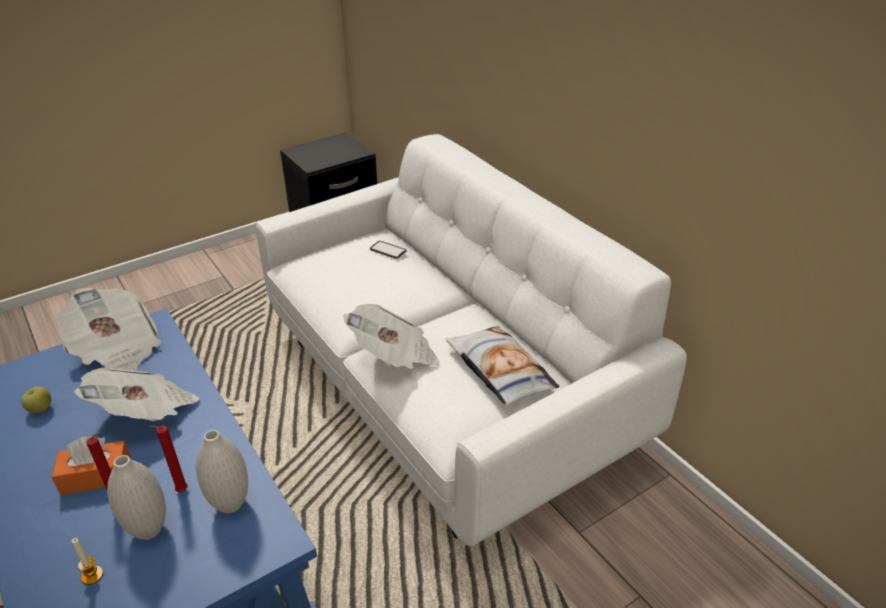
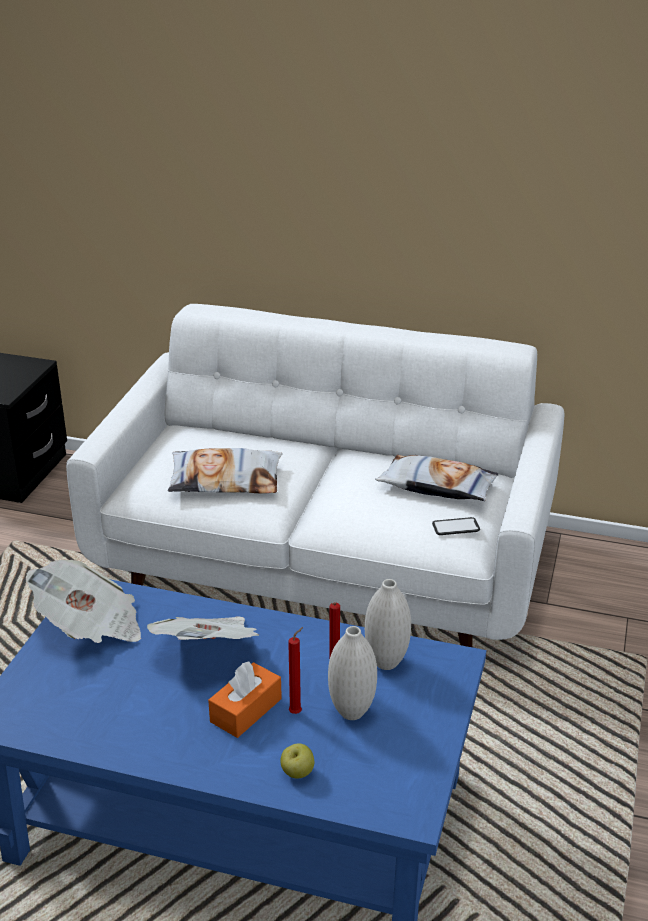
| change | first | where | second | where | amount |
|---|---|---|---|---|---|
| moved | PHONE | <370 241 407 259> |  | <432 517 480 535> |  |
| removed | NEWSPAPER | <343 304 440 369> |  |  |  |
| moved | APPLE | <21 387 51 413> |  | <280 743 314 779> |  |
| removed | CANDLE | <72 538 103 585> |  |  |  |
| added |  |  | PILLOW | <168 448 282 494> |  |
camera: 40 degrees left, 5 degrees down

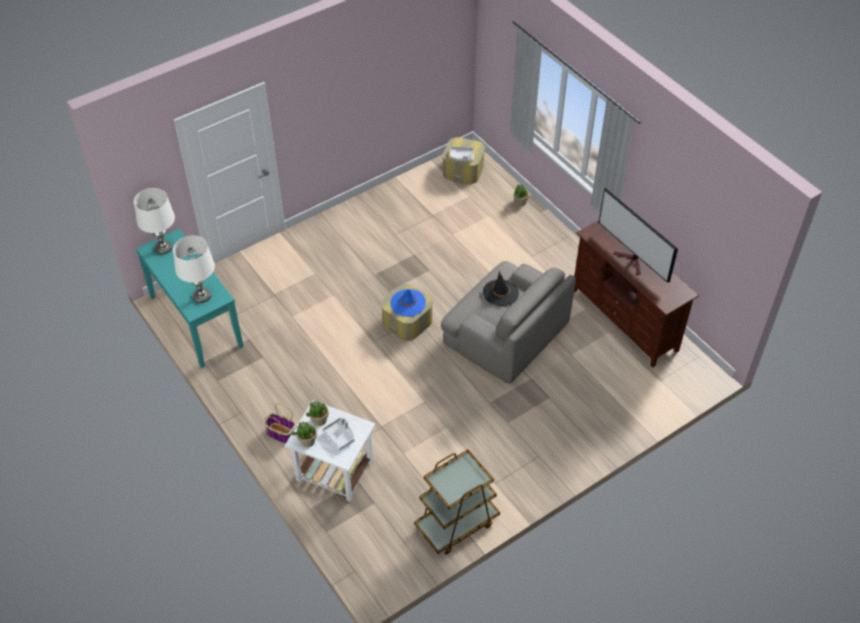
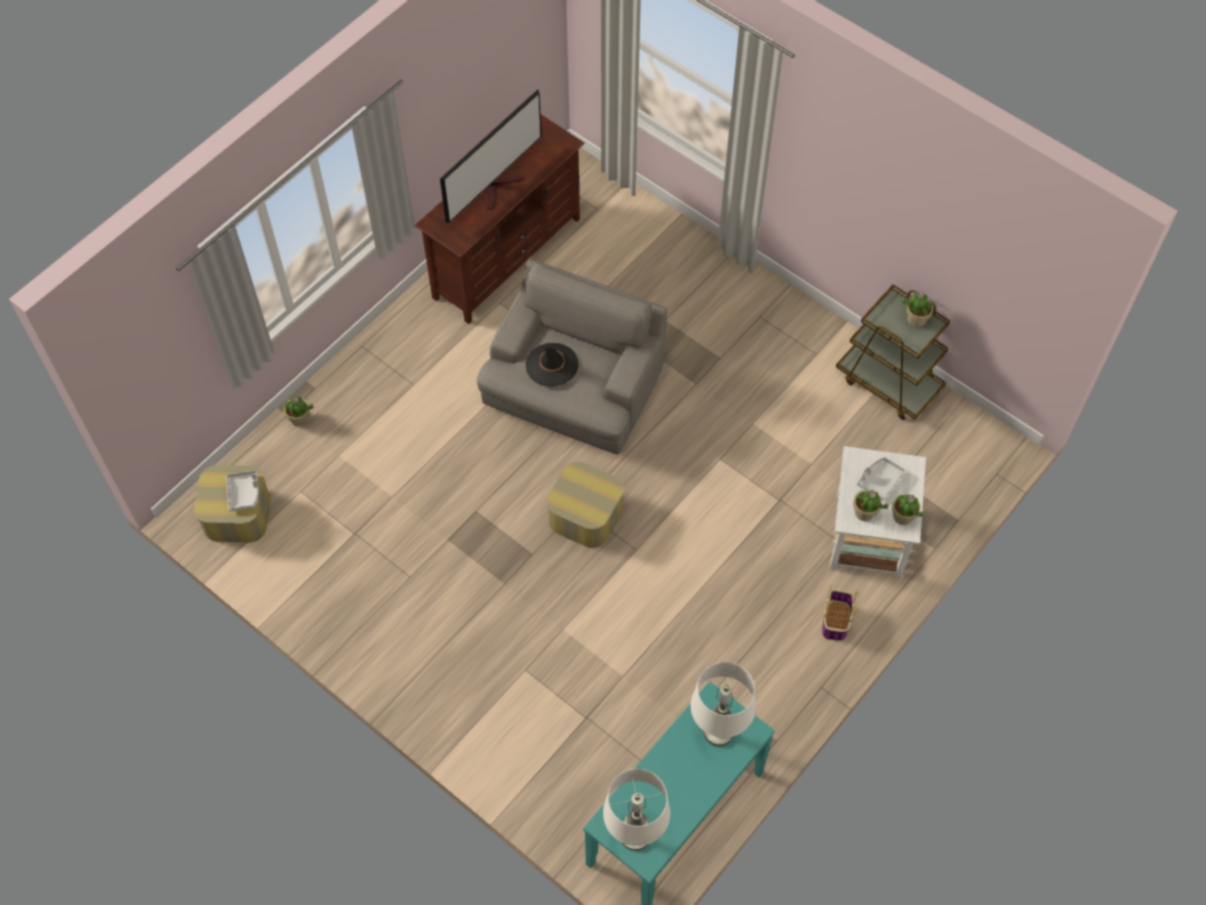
| change | first | where | second | where | amount |
|---|---|---|---|---|---|
| removed | BLUE HAT | <390 289 426 317> |  |  |  |
| added |  |  | POTTED PLANT | <902 291 933 327> |  |
camera: 105 degrees left, 10 degrees up

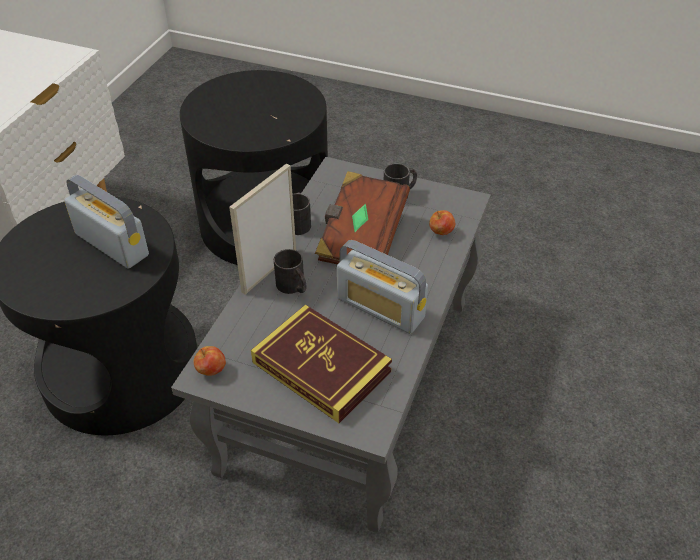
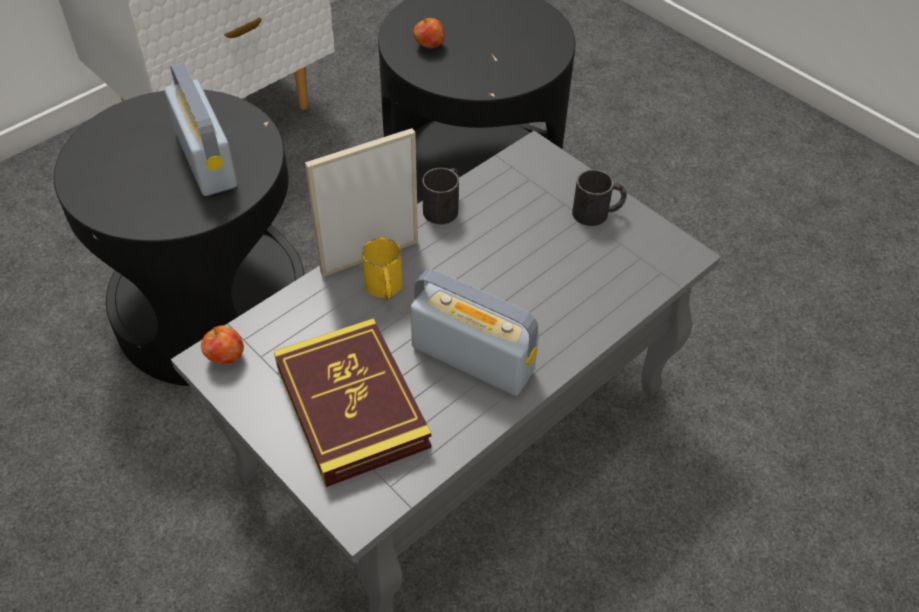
| change | first | where | second | where | amount |
|---|---|---|---|---|---|
| removed | BROWN BOOK | <315 171 410 265> |  |  |  |
| moved | APPLE | <429 210 455 235> |  | <413 17 445 48> |  |
| turned | RADIO | <337 240 428 334> |  | <411 269 539 396> | 150 degrees clockwise |
| recoloured | BLACK MUG | <274 249 307 294> | YELLOW MUG | <362 238 403 301> |  |
camera: 25 degrees right, 5 degrees up

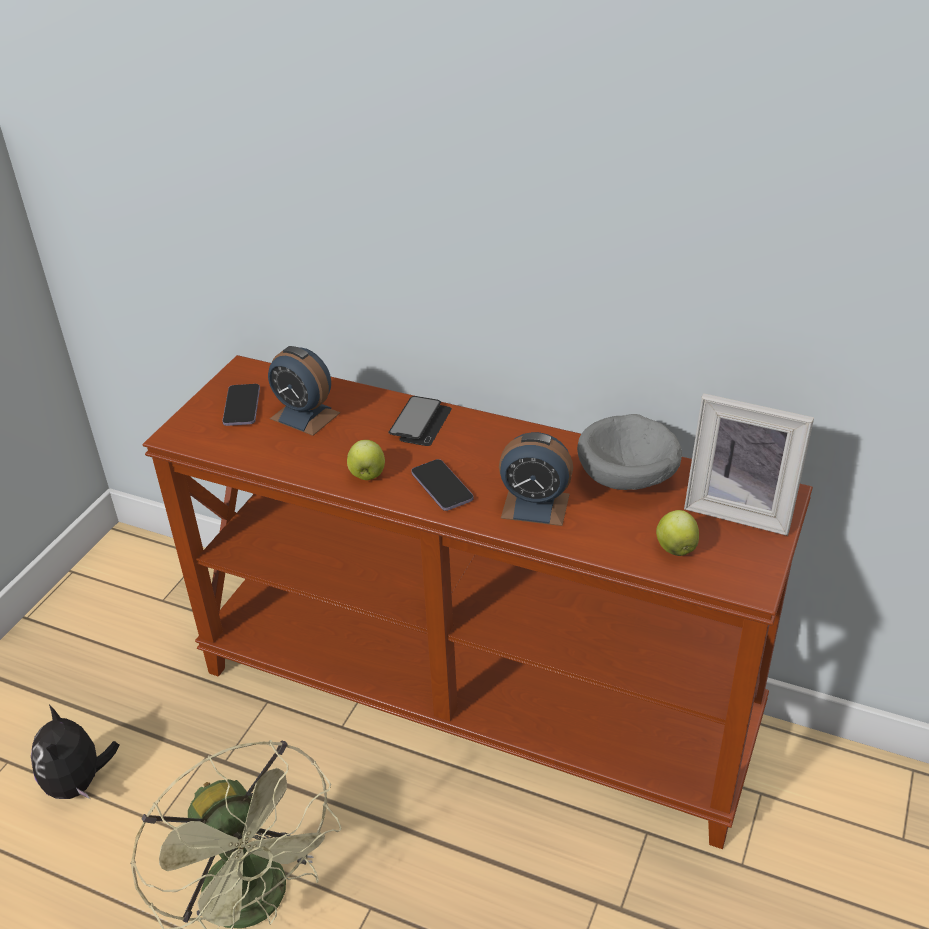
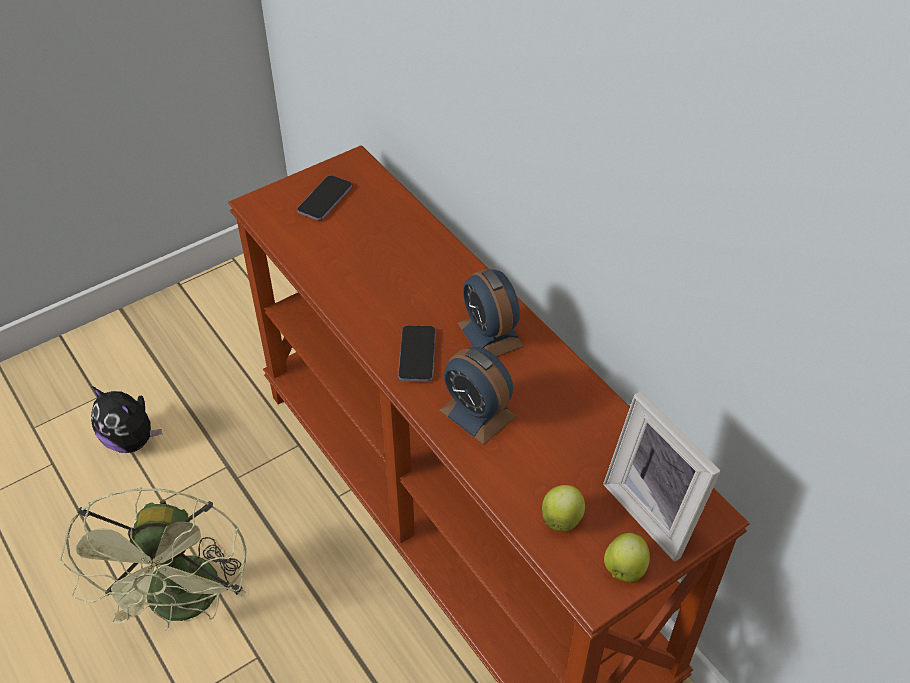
| change | first | where | second | where | amount |
|---|---|---|---|---|---|
| moved | ALARM CLOCK | <268 346 340 436> |  | <457 269 524 357> |  |
| removed | PHONE | <389 396 452 446> |  |  |  |
| removed | GREY BOWL | <577 414 682 490> |  |  |  |
| moved | APPLE | <347 440 385 480> |  | <604 533 650 582> |  |
| turned | PLUSH TOY | <31 705 119 799> |  | <91 386 162 453> | 75 degrees counterclockwise |
camera: 30 degrees right, 10 degrees up

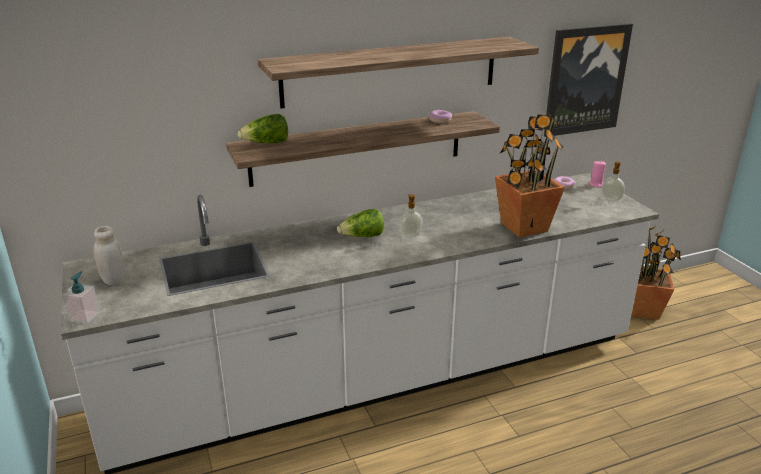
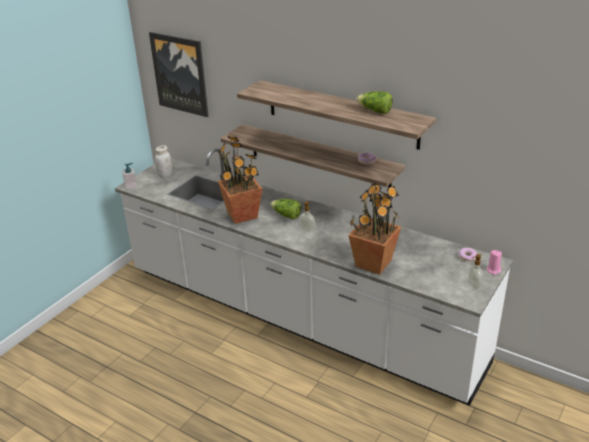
| change | first | where | second | where | amount |
|---|---|---|---|---|---|
| moved | PICTURE | <544 24 633 137> |  | <149 32 209 117> |  |
| moved | LETTUCE | <238 114 288 143> |  | <356 91 392 114> |  |
| moved | POTTED PLANT | <631 226 681 320> |  | <218 136 262 224> |  |
camera: 55 degrees right, 5 degrees up

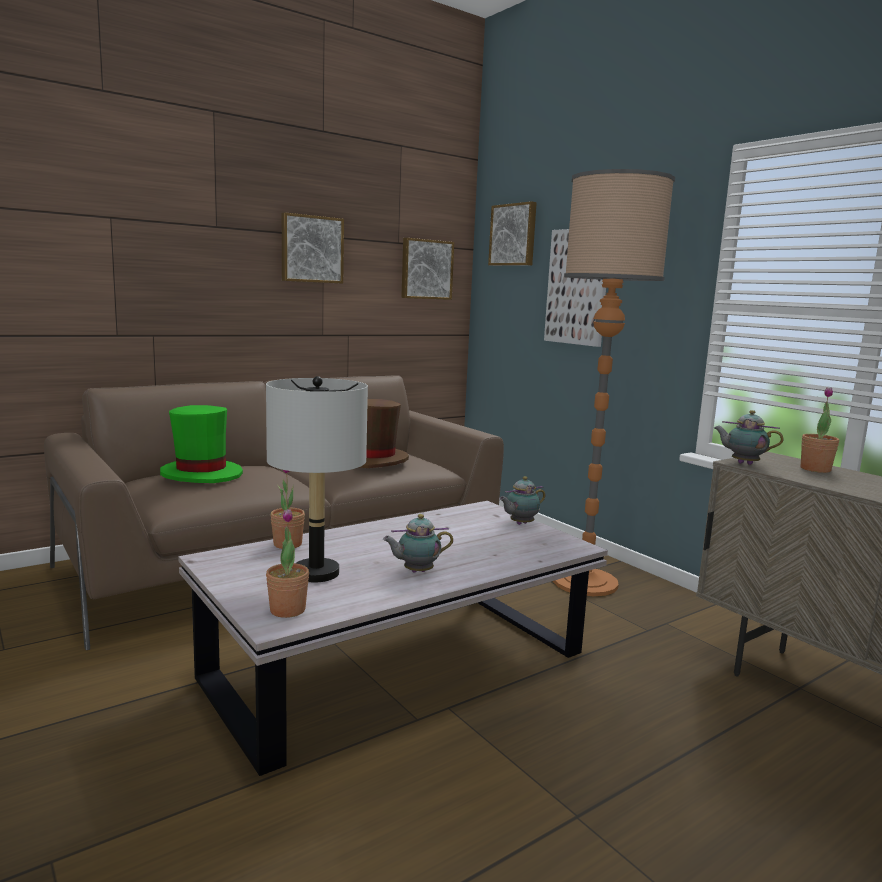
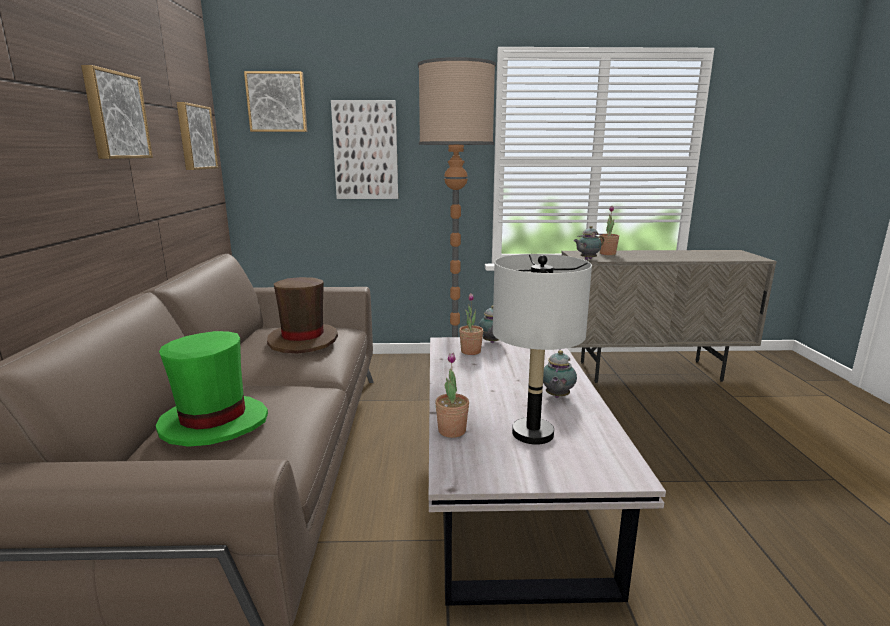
| change | first | where | second | where | amount |
|---|---|---|---|---|---|
| moved | POTTED PLANT | <266 509 309 618> |  | <459 293 483 355> |  |
camera: 55 degrees left, 5 degrees up

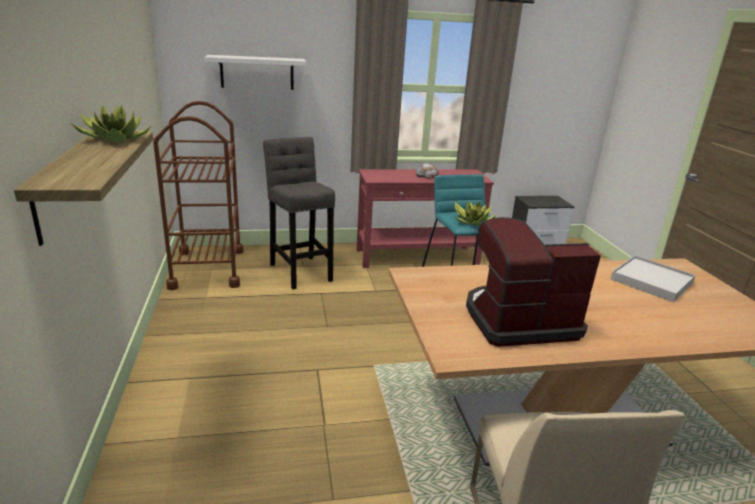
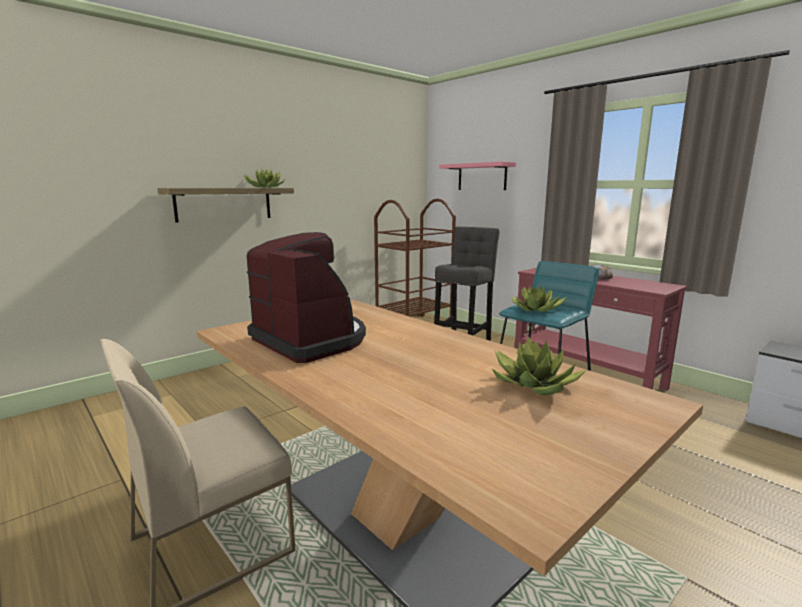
| change | first | where | second | where | amount |
|---|---|---|---|---|---|
| recoloured | WHITE SHELF | <204 55 306 90> | PINK SHELF | <439 161 516 190> |  |
| replaced | WHITE TRAY | <611 255 695 302> | POTTED PLANT | <491 337 586 396> |  |
camera: 60 degrees right, 10 degrees down

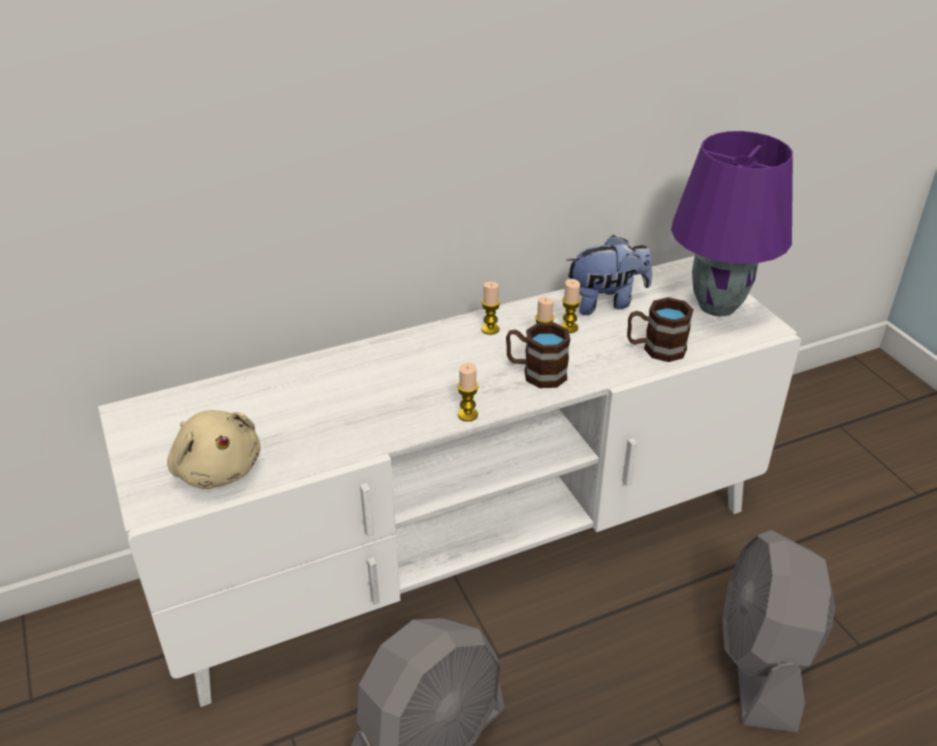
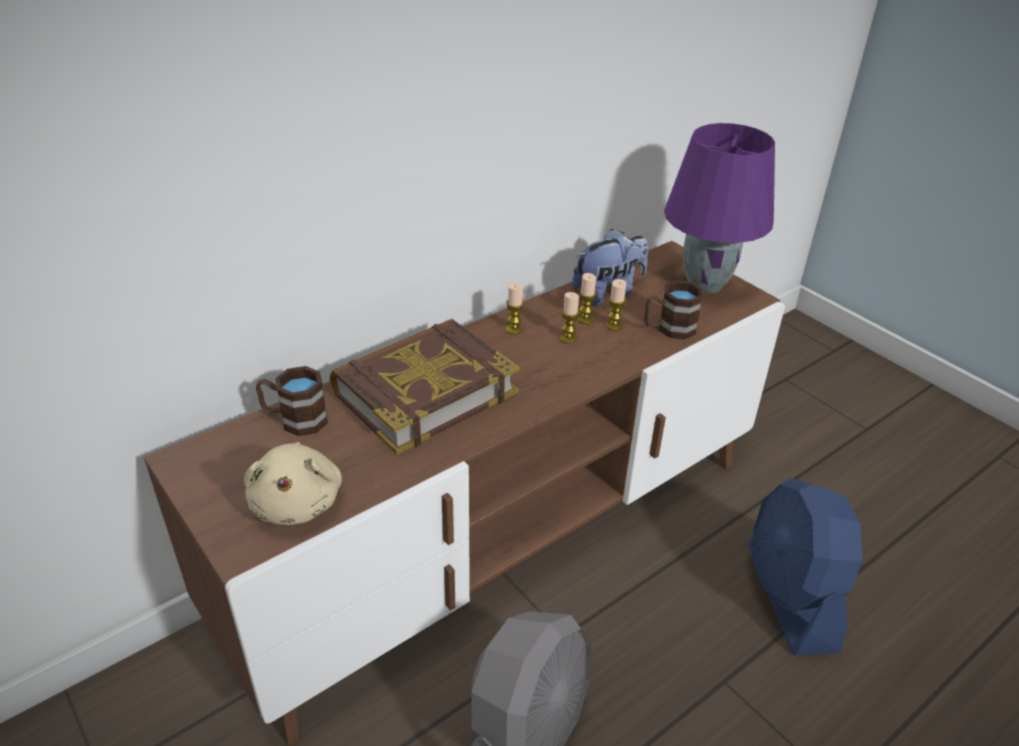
| change | first | where | second | where | amount |
|---|---|---|---|---|---|
| recoloured | WHITE TV STAND | <98 256 801 707> | BROWN TV STAND | <144 241 785 746> |  |
| moved | BROWN MUG | <506 322 570 388> |  | <256 366 328 436> |  |
| moved | CANDLE | <457 363 478 422> |  | <606 279 626 331> |  |
| turned | BEIGE PLUSH TOY | <167 410 260 489> |  | <243 442 342 525> | 45 degrees clockwise |
| recoloured | GREY FAN | <722 530 835 732> | BLUE FAN | <749 478 863 656> |  |
| added |  |  | BOOK | <330 319 519 454> |  |
camera: 15 degrees left, 0 degrees up

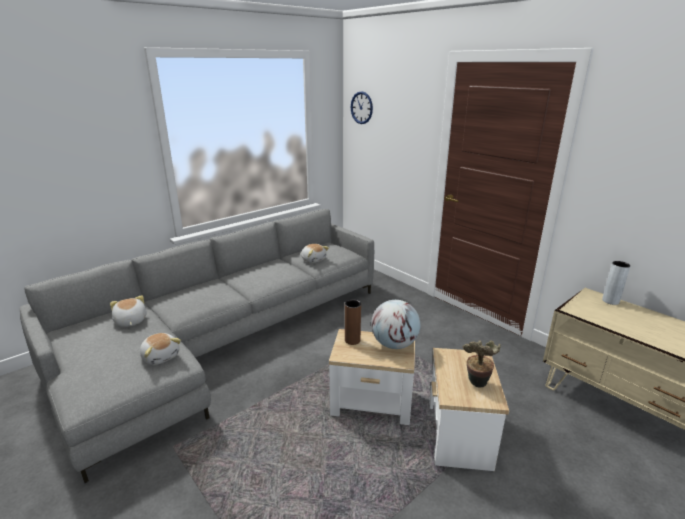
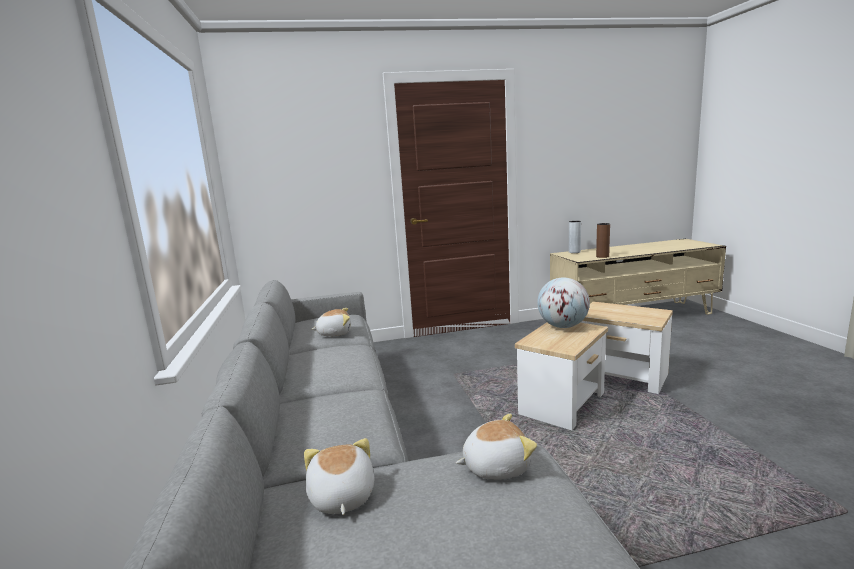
| change | first | where | second | where | amount |
|---|---|---|---|---|---|
| removed | WALL CLOCK | <351 91 373 124> |  |  |  |
| turned | PLUSH TOY | <110 295 147 327> |  | <304 438 375 515> | 75 degrees clockwise |
| moved | BROWN VASE | <345 300 361 345> |  | <596 223 610 258> |  |
| removed | POTTED PLANT | <463 340 501 388> |  |  |  |
camera: 60 degrees left, 10 degrees down

